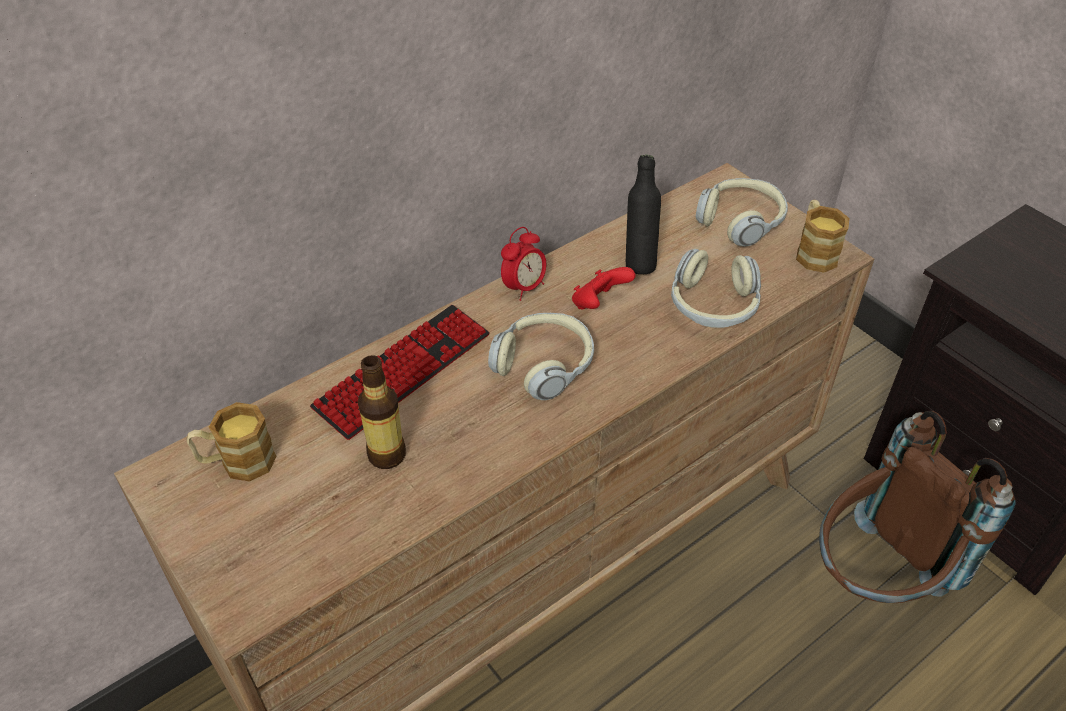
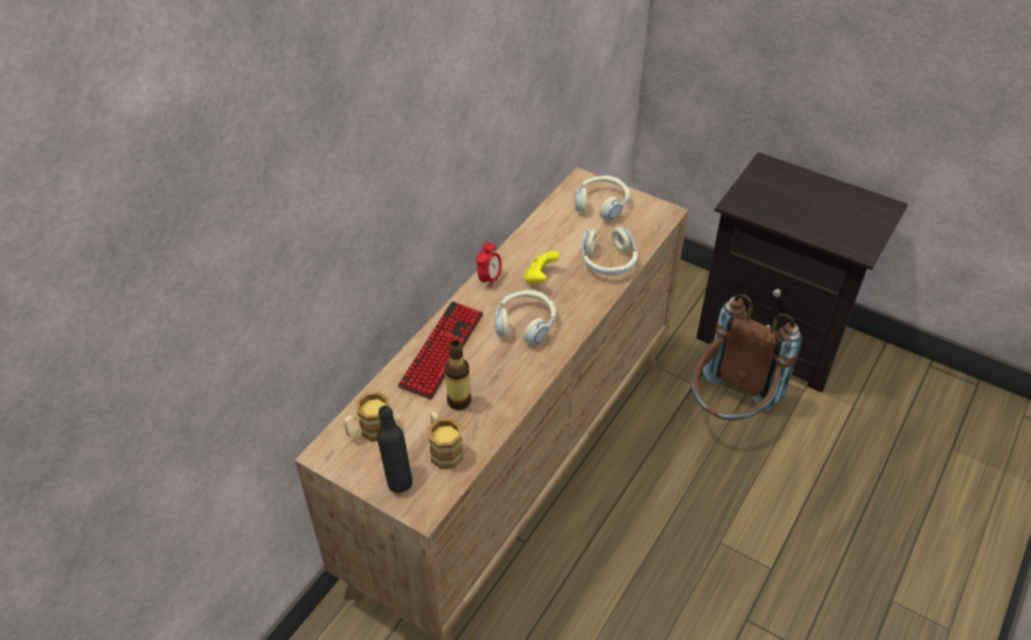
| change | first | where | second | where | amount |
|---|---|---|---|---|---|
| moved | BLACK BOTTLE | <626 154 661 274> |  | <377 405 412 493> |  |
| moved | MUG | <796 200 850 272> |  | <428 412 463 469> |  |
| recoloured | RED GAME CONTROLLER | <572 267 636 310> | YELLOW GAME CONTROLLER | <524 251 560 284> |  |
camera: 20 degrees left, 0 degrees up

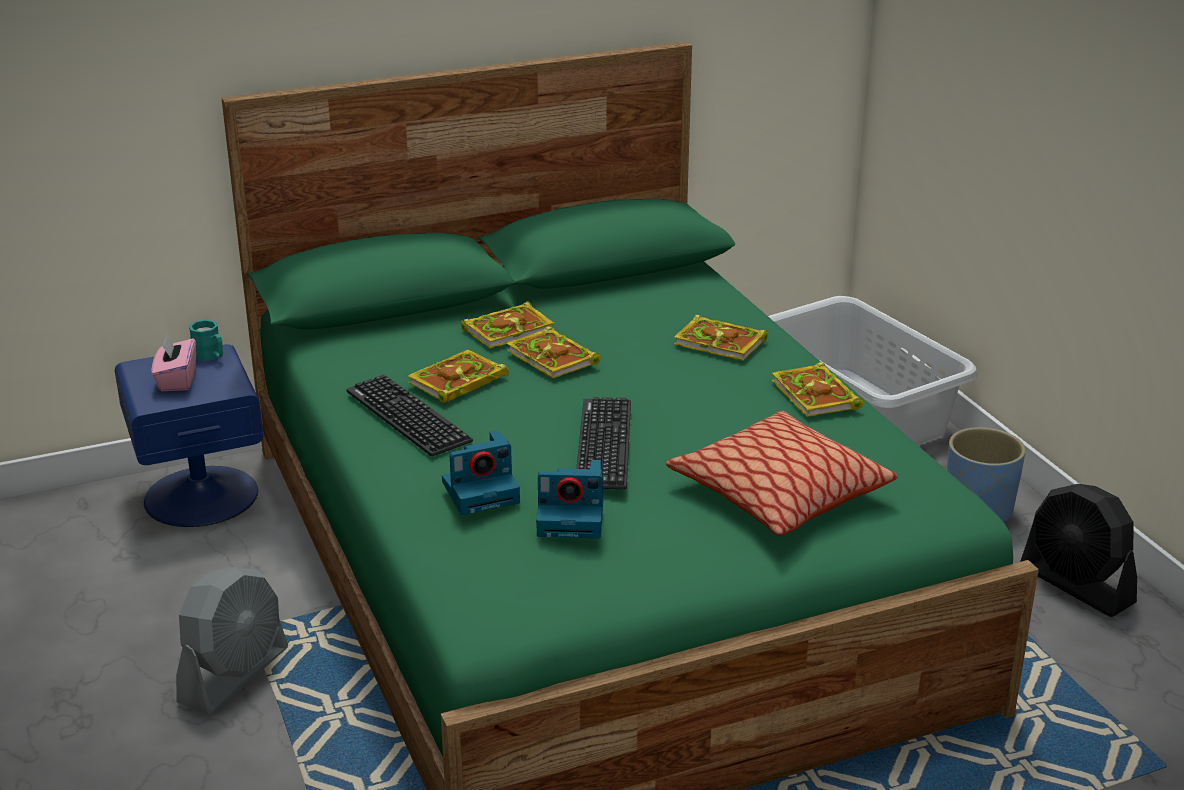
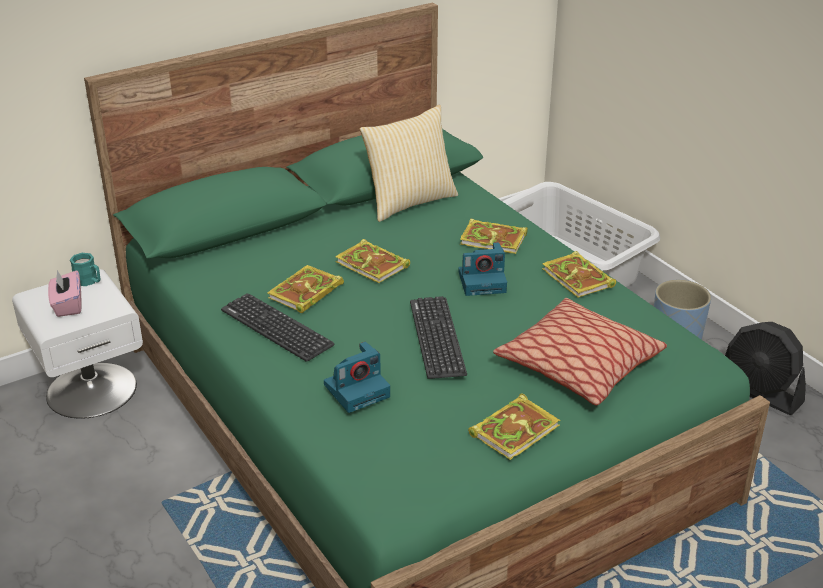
| change | first | where | second | where | amount |
|---|---|---|---|---|---|
| moved | BOOK | <461 301 555 349> |  | <468 394 560 460> |  |
| recoloured | BLUE NIGHTSTAND | <115 344 263 527> | WHITE NIGHTSTAND | <12 269 143 419> |  |
| moved | PHOTO CAMERA | <536 460 603 538> |  | <458 242 507 296> |  |
| removed | GREY FAN | <176 567 288 715> |  |  |  |
| added |  |  | PILLOW | <360 105 458 222> |  |
camera: 10 degrees left, 5 degrees up

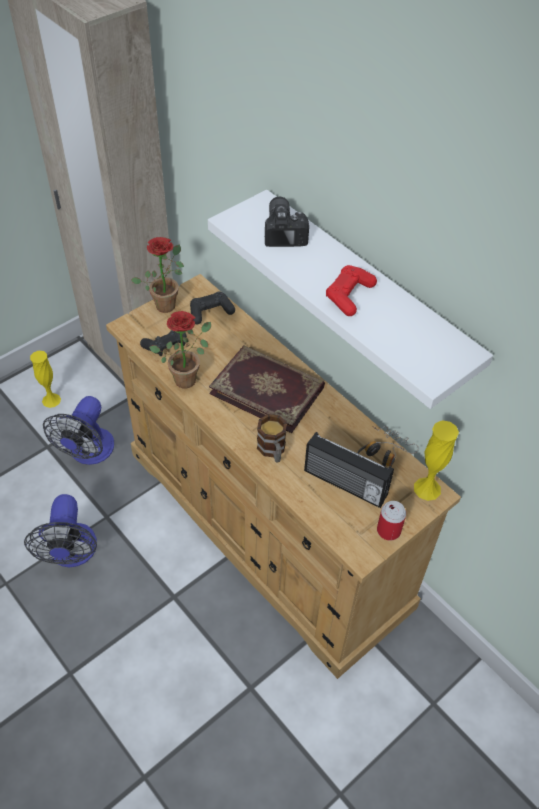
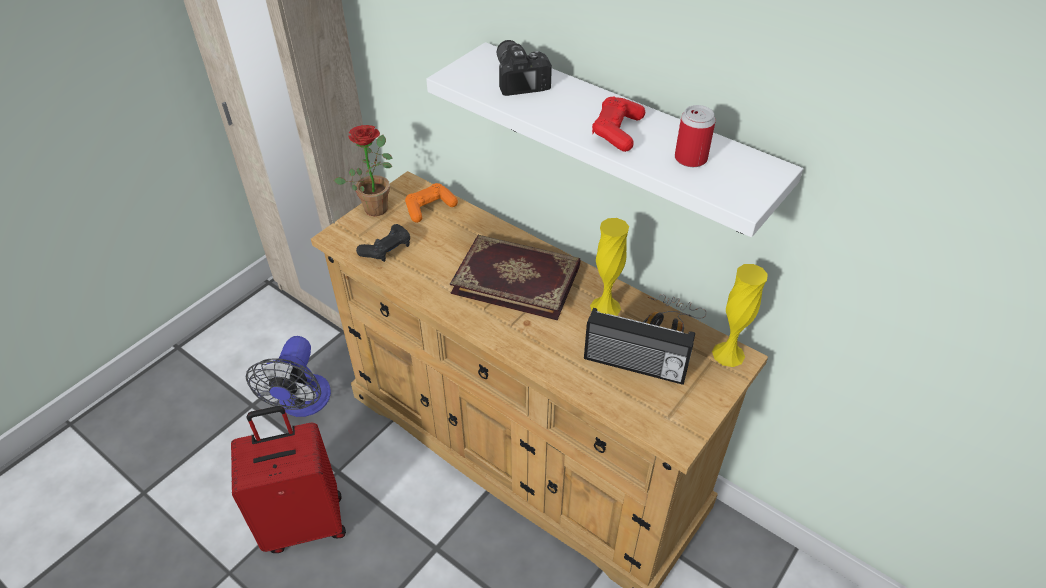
| change | first | where | second | where | amount |
|---|---|---|---|---|---|
| recoloured | BLACK GAME CONTROLLER | <190 291 235 324> | ORANGE GAME CONTROLLER | <405 183 458 223> |  |
| removed | POTTED PLANT | <149 311 211 388> |  |  |  |
| moved | YELLOW VASE | <30 351 61 408> |  | <590 218 629 316> |  |
| removed | MUG | <257 414 287 463> |  |  |  |
| replaced | FAN | <24 494 97 568> | RED SUITCASE | <231 406 346 553> |  |
| moved | CAN | <377 501 406 541> |  | <675 105 716 167> |  |
camera: 10 degrees left, 5 degrees down

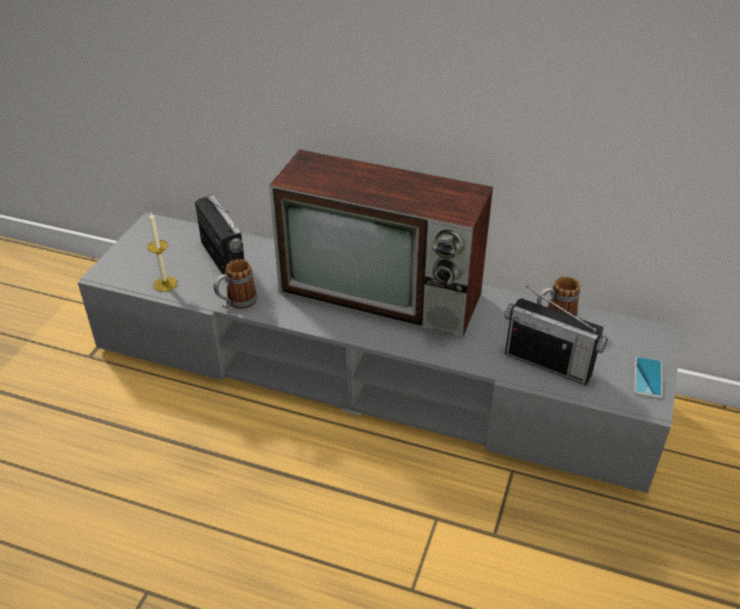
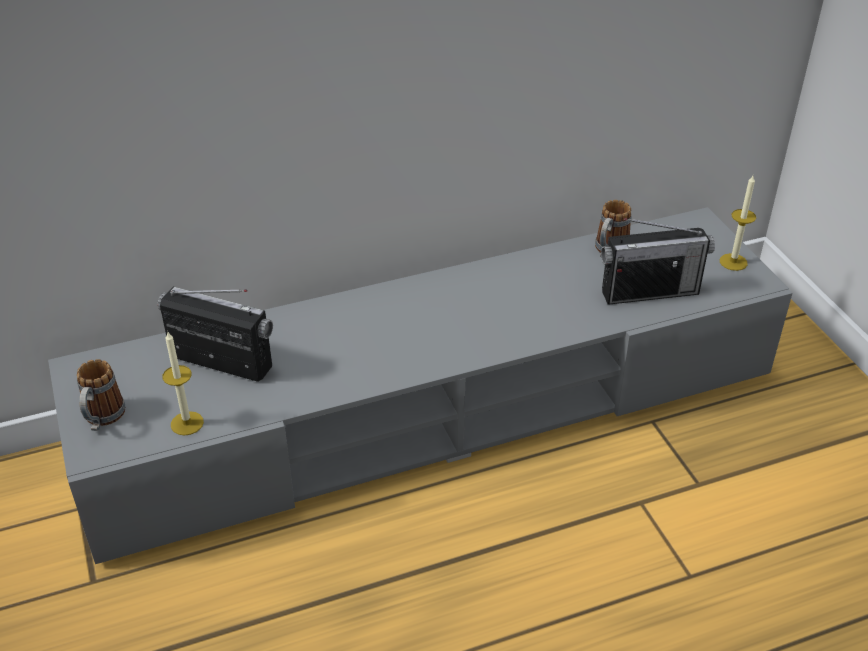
| change | first | where | second | where | amount |
|---|---|---|---|---|---|
| removed | TELEVISION | <269 149 493 338> |  |  |  |
| moved | MUG | <214 259 257 309> |  | <77 359 125 431> |  |
| replaced | PHONE | <634 357 662 398> | CANDLE | <720 176 756 271> |  |
camera: 40 degrees left, 0 degrees up

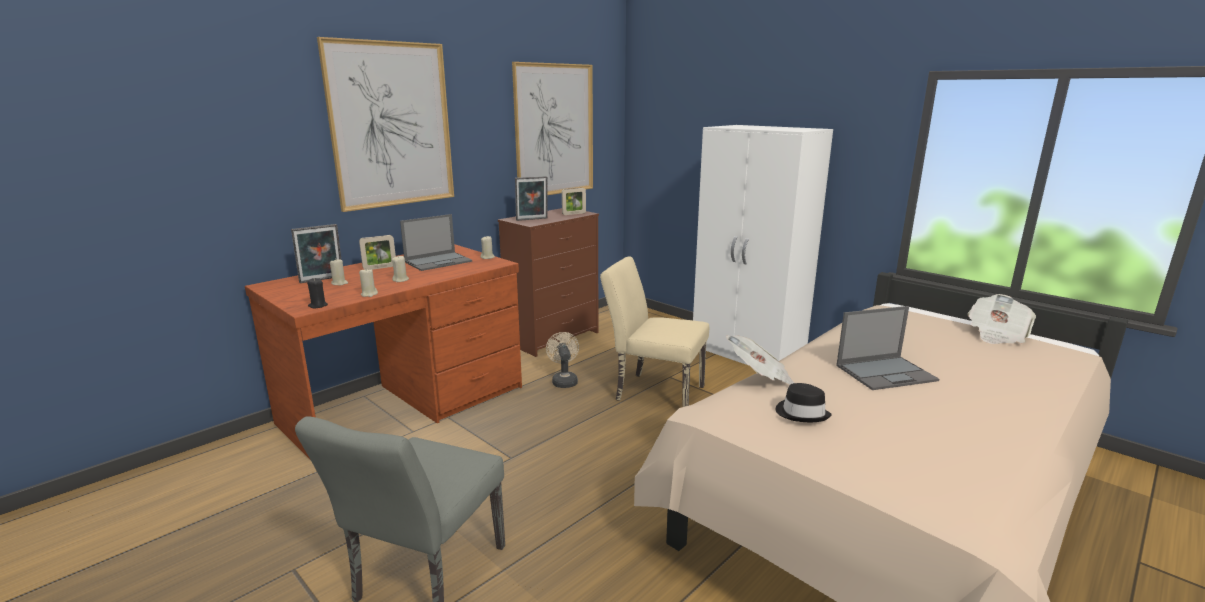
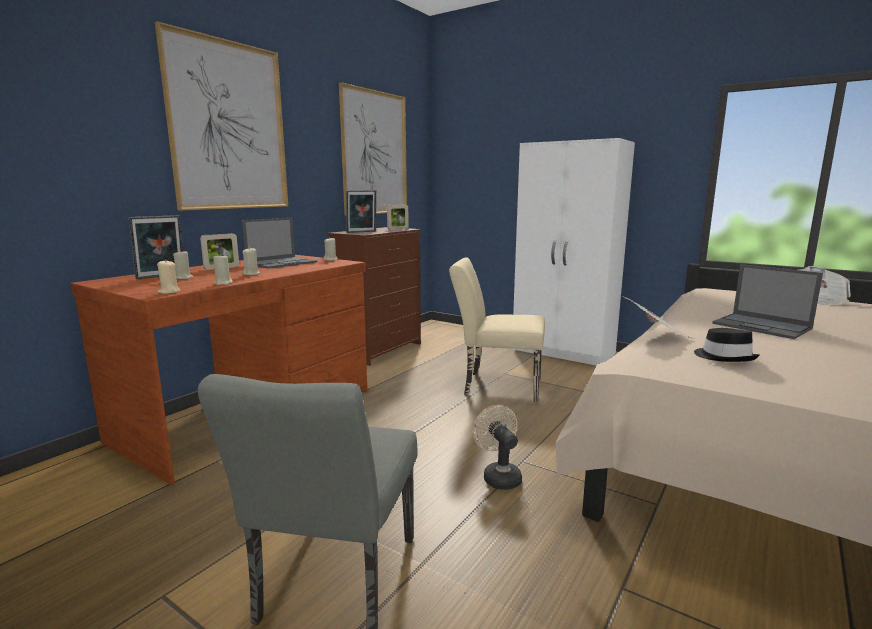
| change | first | where | second | where | amount |
|---|---|---|---|---|---|
| recoloured | BLACK CANDLE | <307 278 328 308> | BEIGE CANDLE | <157 260 181 294> |  |
| turned | LAPTOP | <836 306 939 390> |  | <712 264 823 339> | 75 degrees clockwise |
| moved | BEIGE FAN | <546 332 579 388> |  | <473 405 522 490> |  |
camera: 10 degrees left, 5 degrees down

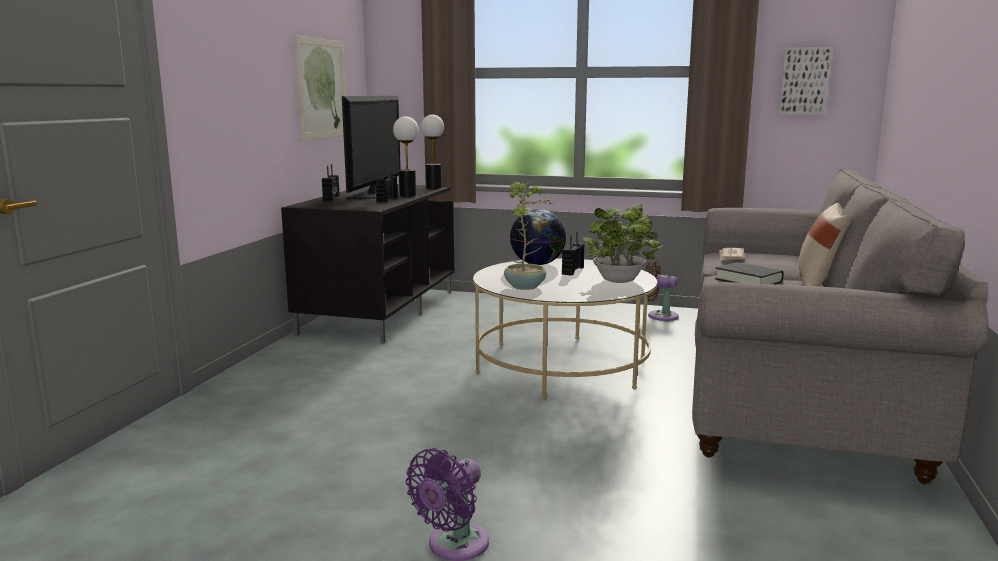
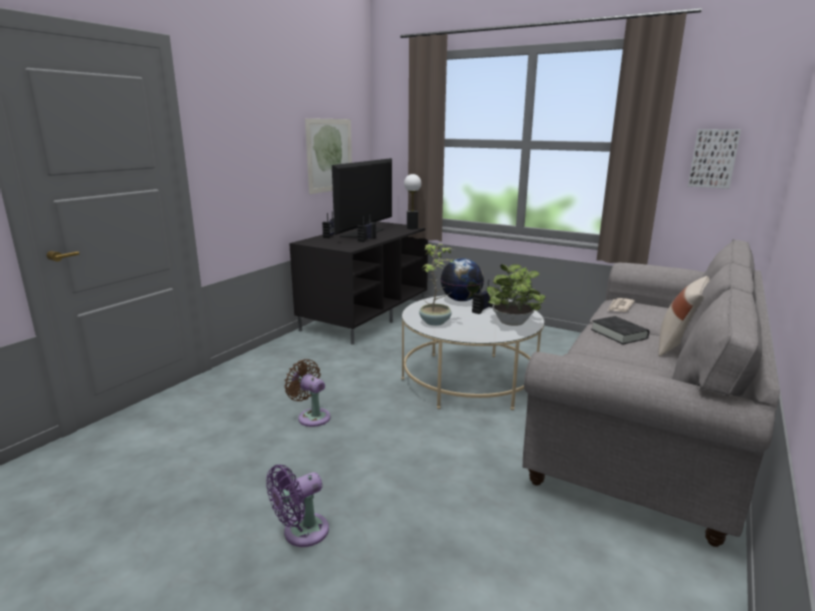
| change | first | where | second | where | amount |
|---|---|---|---|---|---|
| removed | TABLE LAMP | <393 116 419 197> |  |  |  |
| moved | BROWN FAN | <645 261 679 321> |  | <284 359 331 427> |  |
camera: 15 degrees right, 5 degrees up

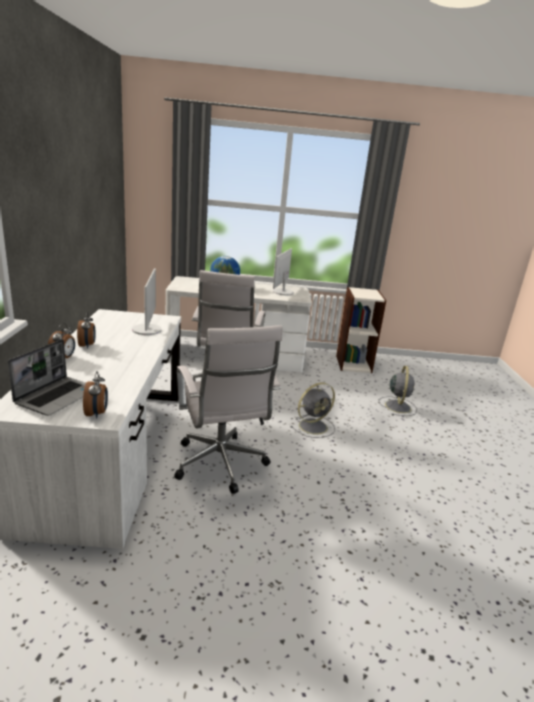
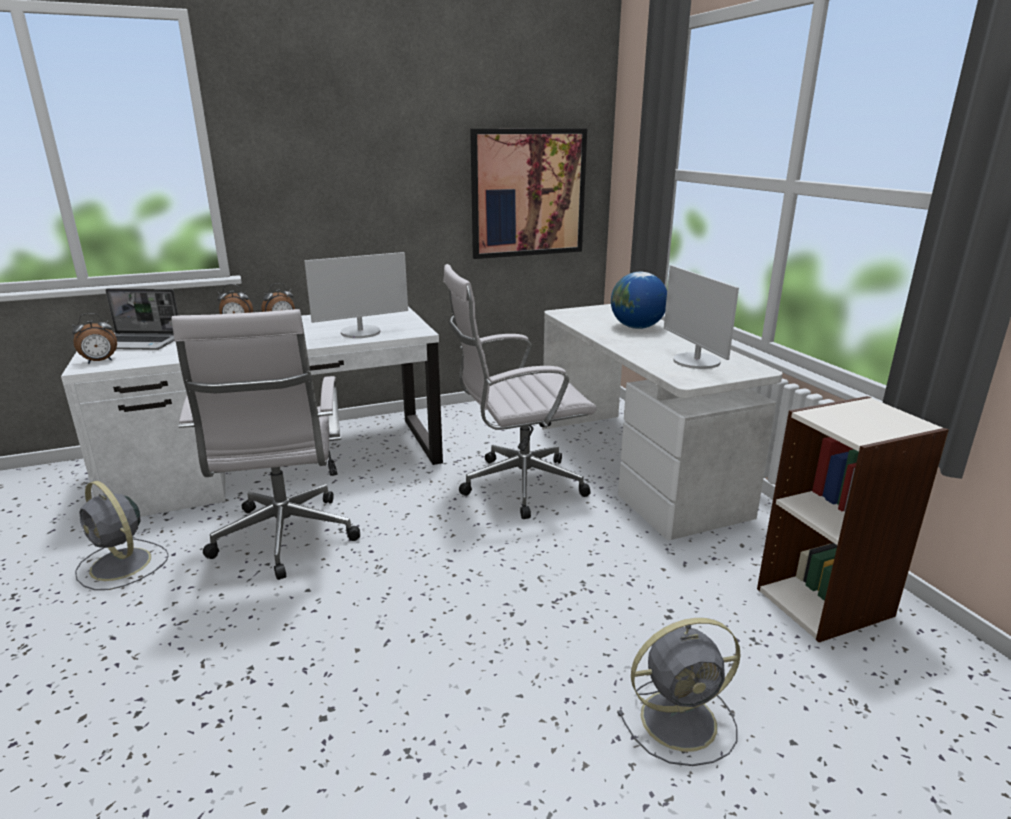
| change | first | where | second | where | amount |
|---|---|---|---|---|---|
| turned | MONITOR | <273 248 294 295> |  | <664 265 739 369> | 105 degrees counterclockwise |
| turned | WHITE OFFICE CHAIR | <174 325 283 494> |  | <171 309 360 580> | 60 degrees counterclockwise |
| moved | GREY FAN | <290 383 335 438> |  | <75 481 169 590> |  |
| added |  |  | PICTURE | <470 129 587 259> |  |
camera: 70 degrees right, 0 degrees up

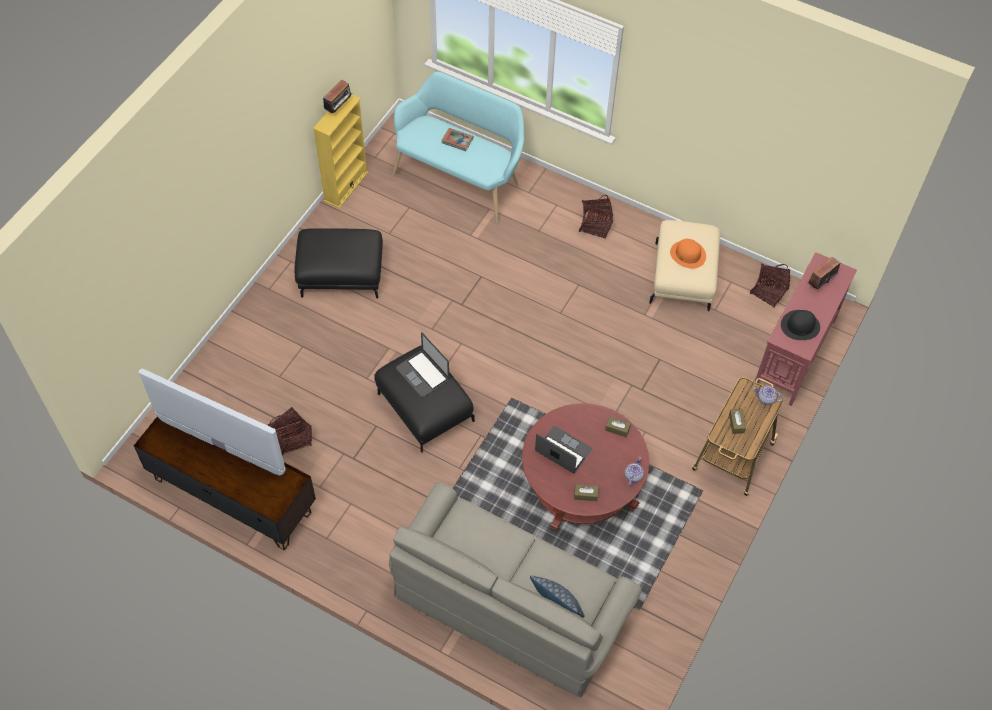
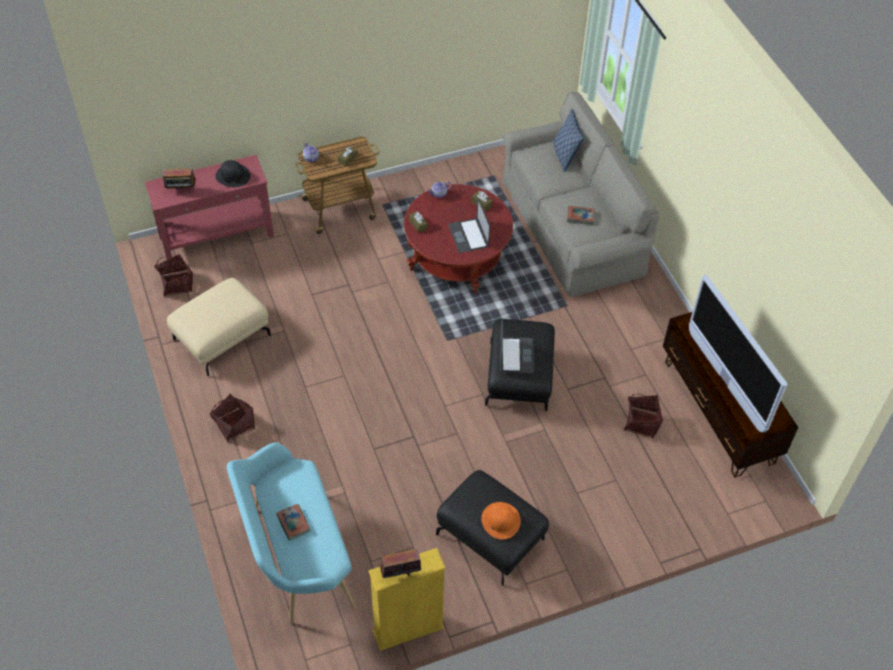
| change | first | where | second | where | amount |
|---|---|---|---|---|---|
| moved | ORANGE HAT | <670 239 706 269> |  | <482 502 521 539> |  |
| added |  |  | BOOK | <567 206 595 225> |  |
camera: 140 degrees left, 5 degrees down

